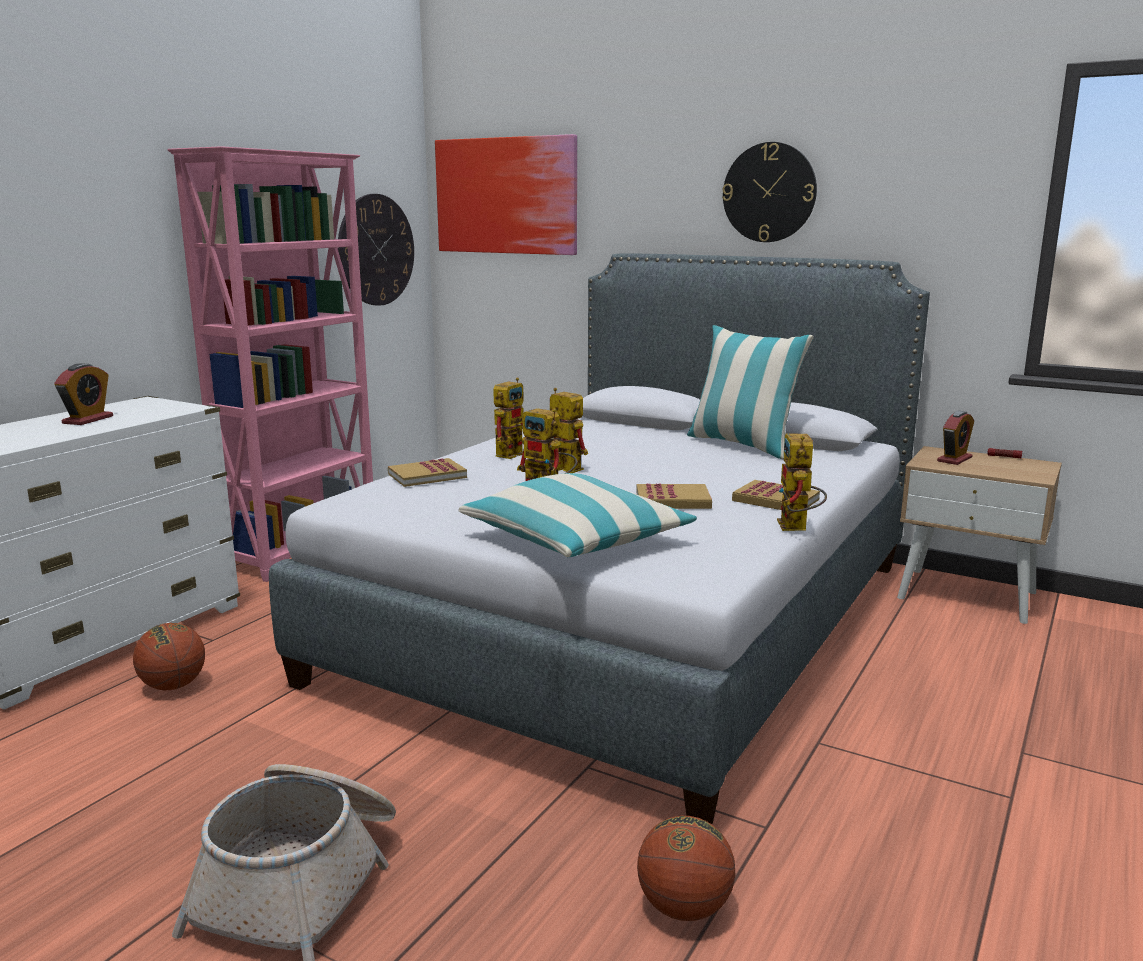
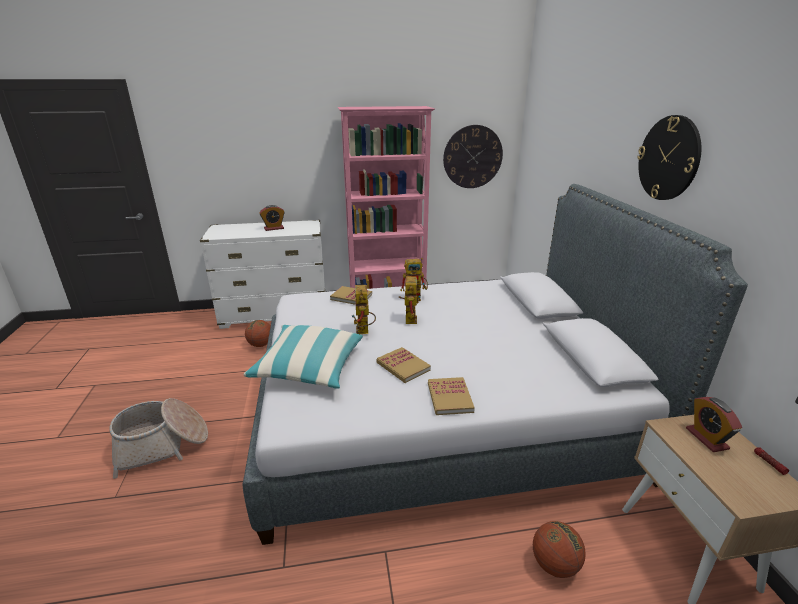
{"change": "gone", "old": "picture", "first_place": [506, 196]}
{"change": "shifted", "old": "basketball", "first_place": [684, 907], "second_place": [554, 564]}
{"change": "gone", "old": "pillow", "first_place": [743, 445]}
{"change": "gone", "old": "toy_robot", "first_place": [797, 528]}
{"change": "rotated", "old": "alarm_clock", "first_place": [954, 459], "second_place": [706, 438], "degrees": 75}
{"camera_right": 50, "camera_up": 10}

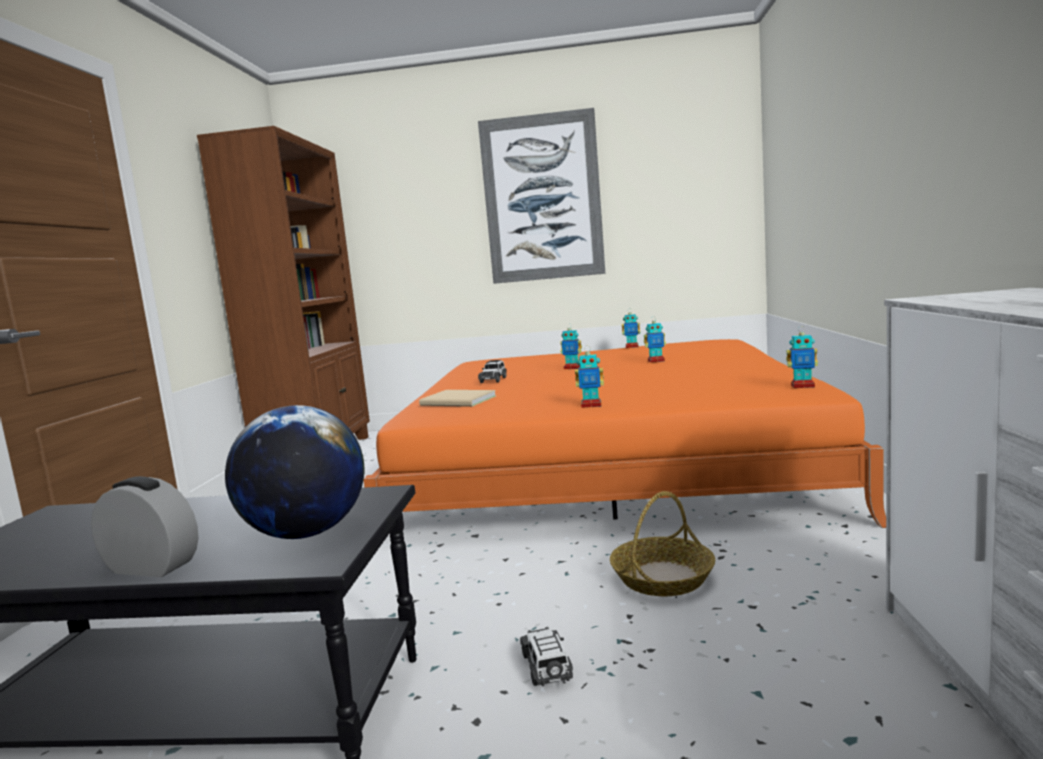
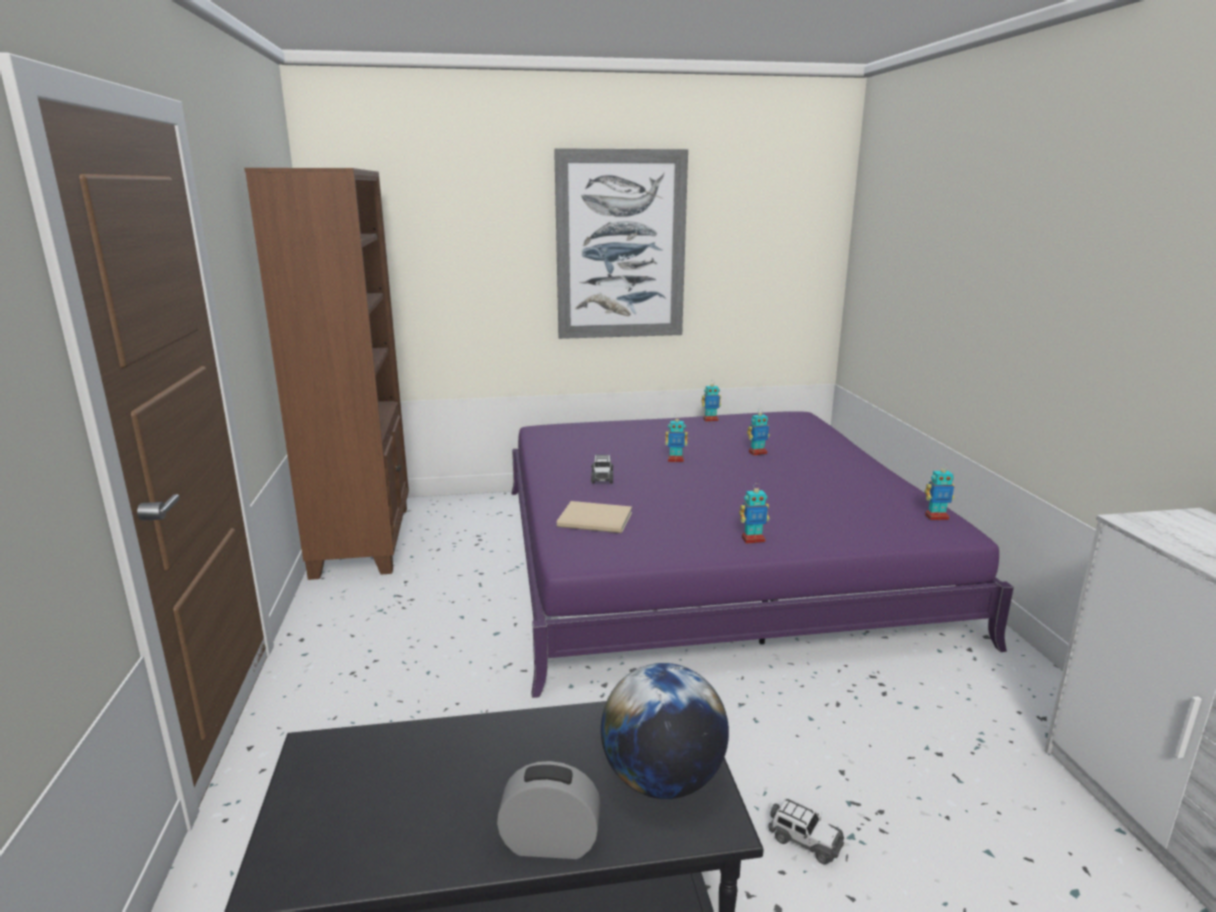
{"change": "repainted", "old": "orange_bed", "new": "purple_bed", "first_place": [607, 460], "second_place": [708, 556]}
{"change": "rotated", "old": "toy_car", "first_place": [547, 668], "second_place": [804, 841], "degrees": 150}
{"change": "gone", "old": "basket", "first_place": [662, 577]}
{"camera_right": -15, "camera_up": 10}

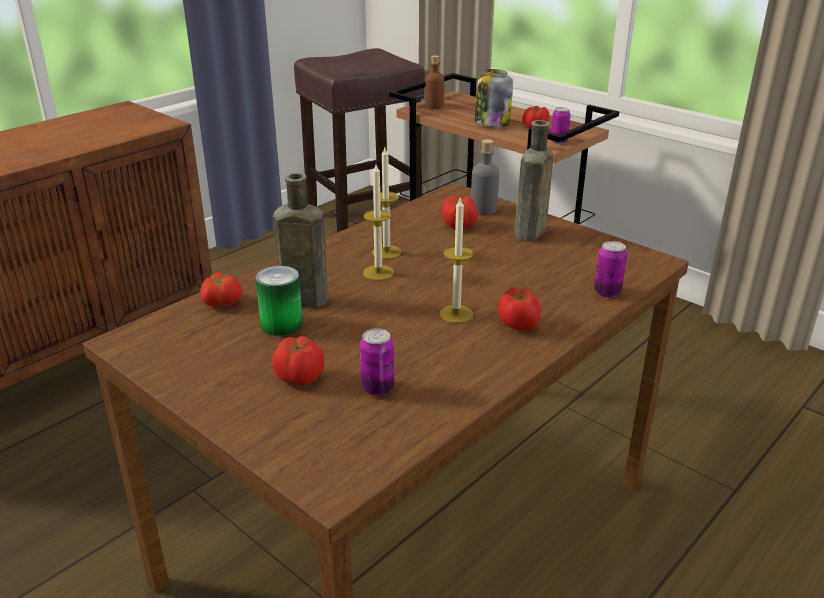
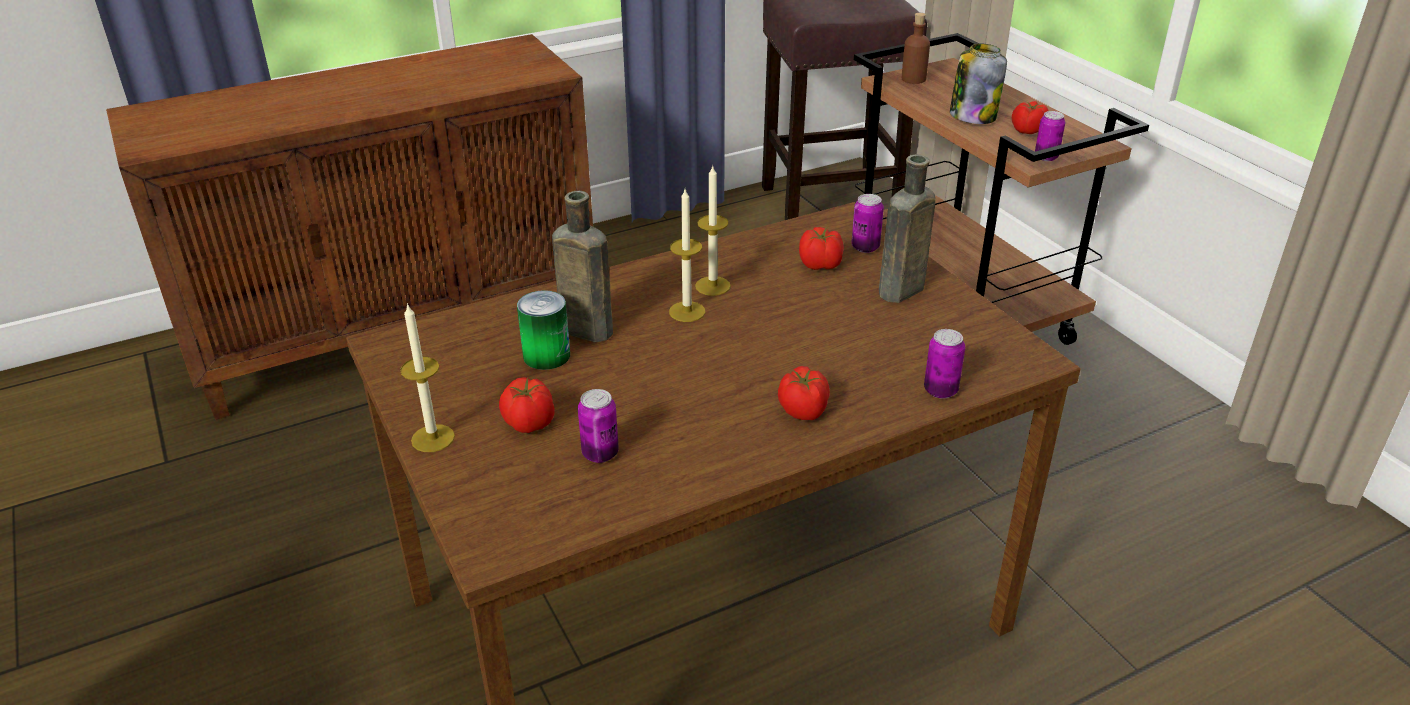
{"change": "gone", "old": "tomato", "first_place": [221, 302]}
{"change": "shifted", "old": "candle", "first_place": [456, 314], "second_place": [433, 438]}
{"change": "swapped", "old": "grey_bottle", "new": "can", "first_place": [483, 209], "second_place": [865, 247]}
{"camera_right": 20, "camera_up": 5}

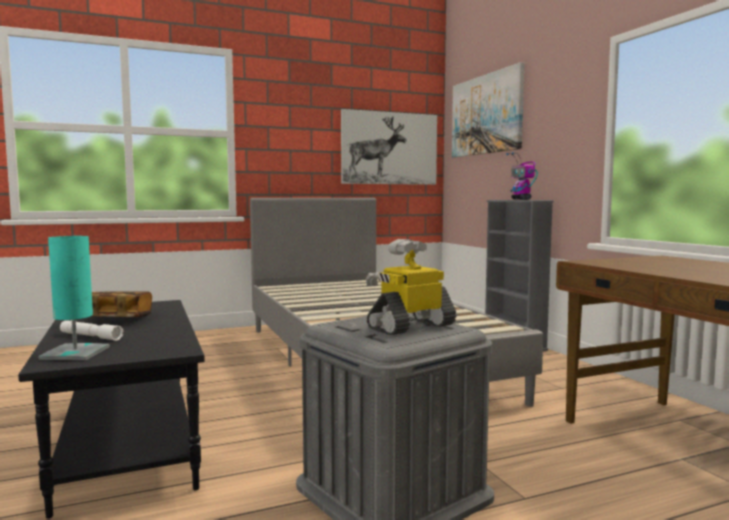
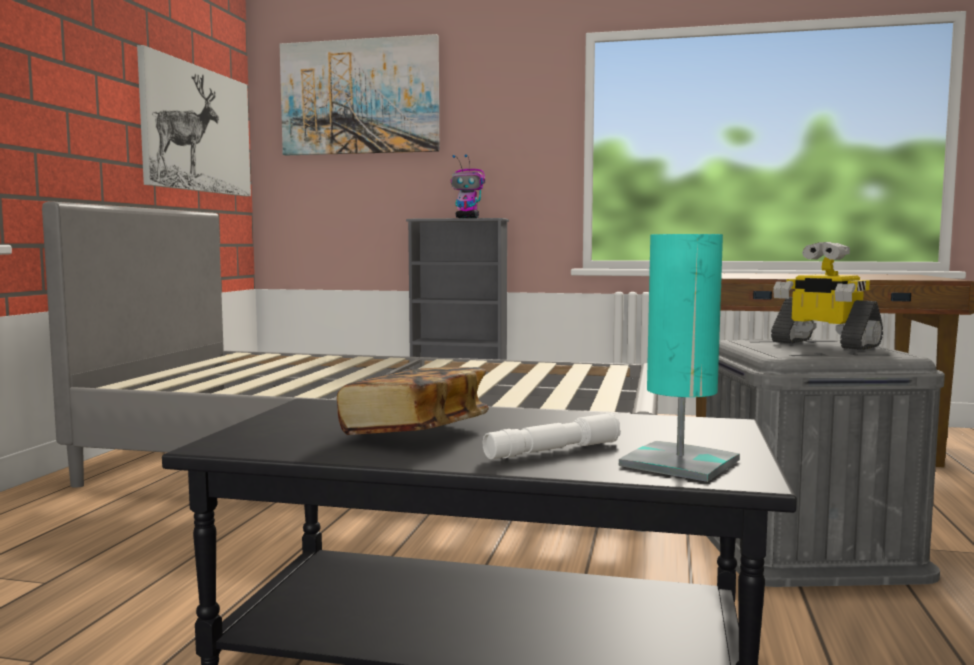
{"change": "rotated", "old": "toy_robot", "first_place": [410, 326], "second_place": [823, 344], "degrees": -45}
{"camera_right": -55, "camera_up": 0}

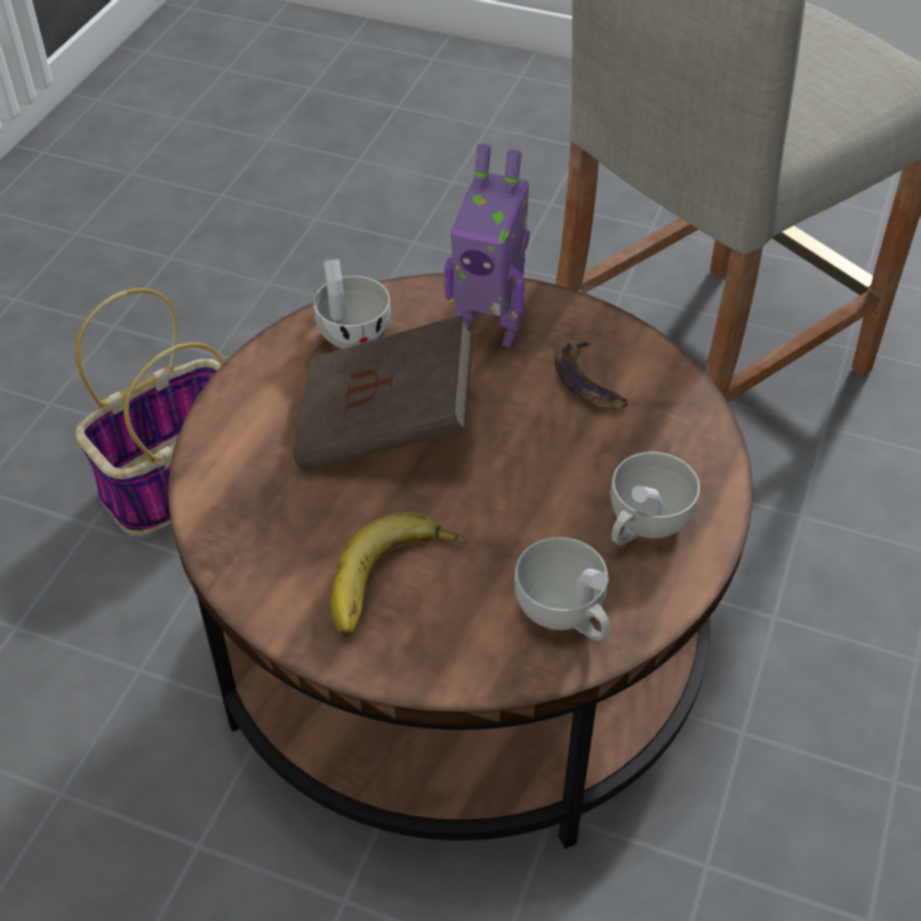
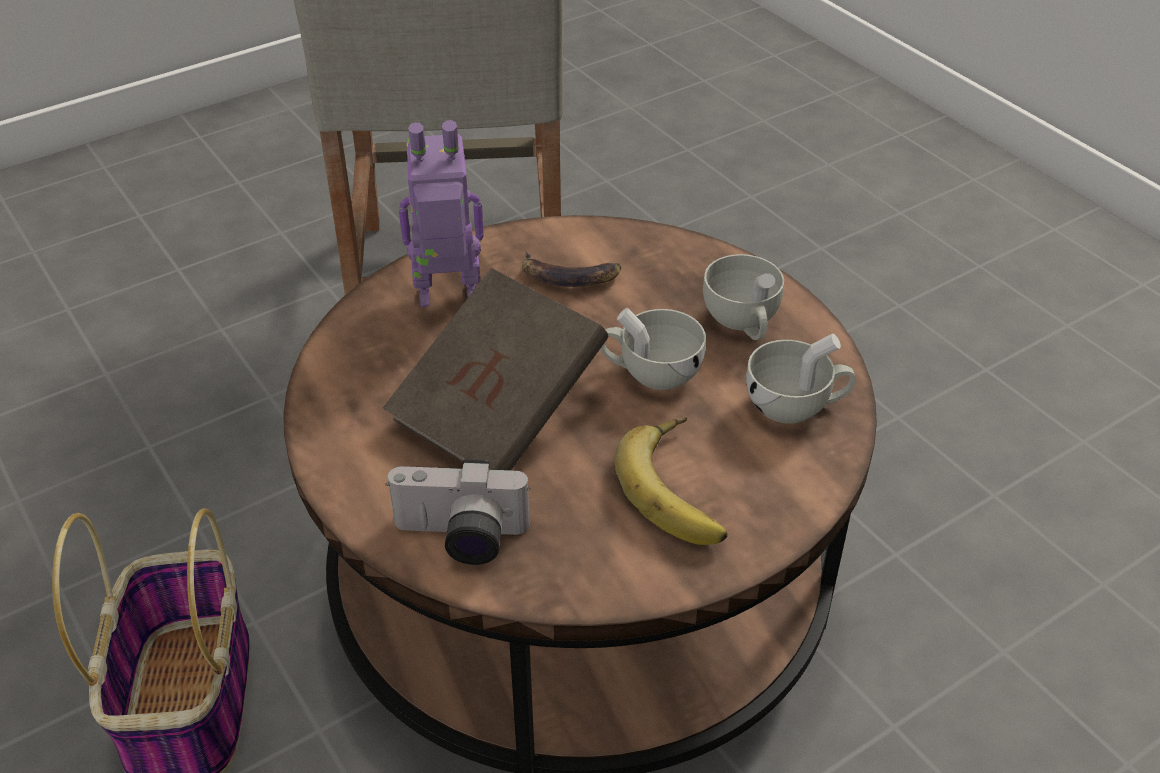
{"change": "shifted", "old": "white_cup", "first_place": [351, 329], "second_place": [651, 372]}
{"change": "rotated", "old": "toy_robot", "first_place": [490, 327], "second_place": [448, 296], "degrees": -150}
{"change": "new", "new": "photo_camera", "second_place": [460, 538]}
{"camera_right": -55, "camera_up": -5}

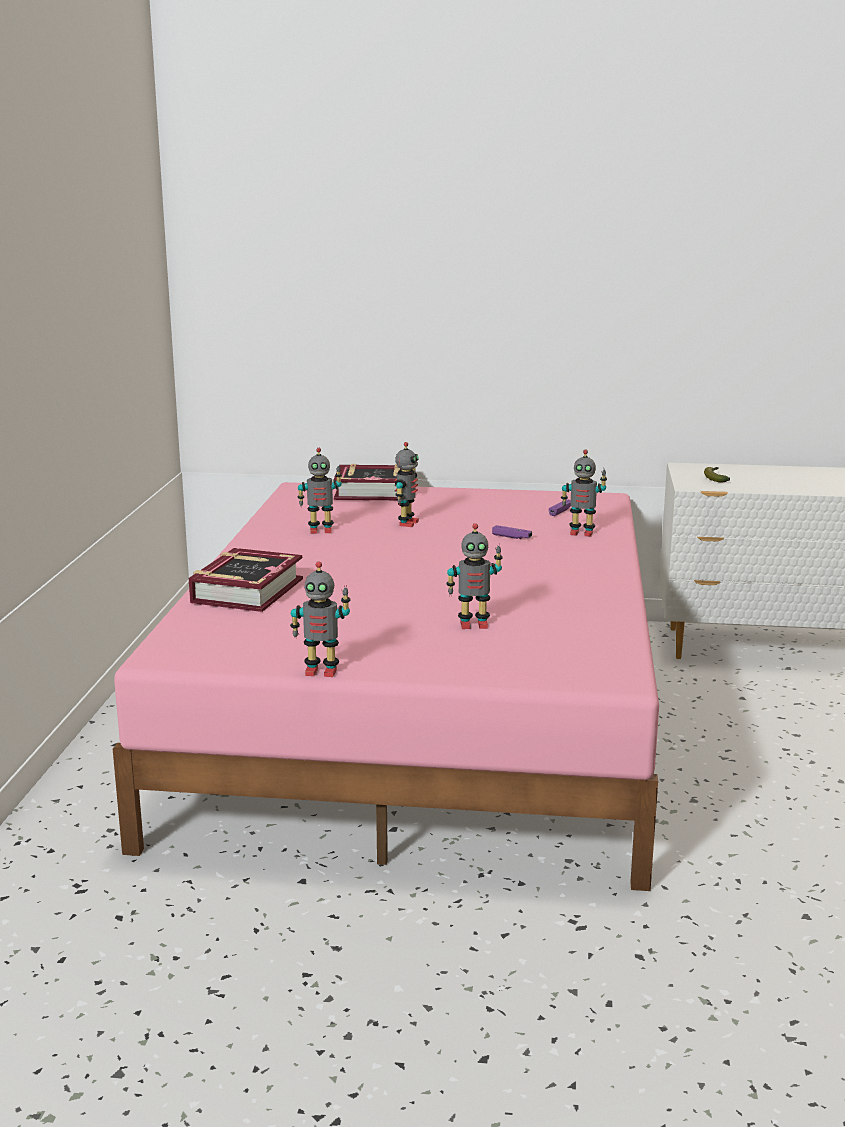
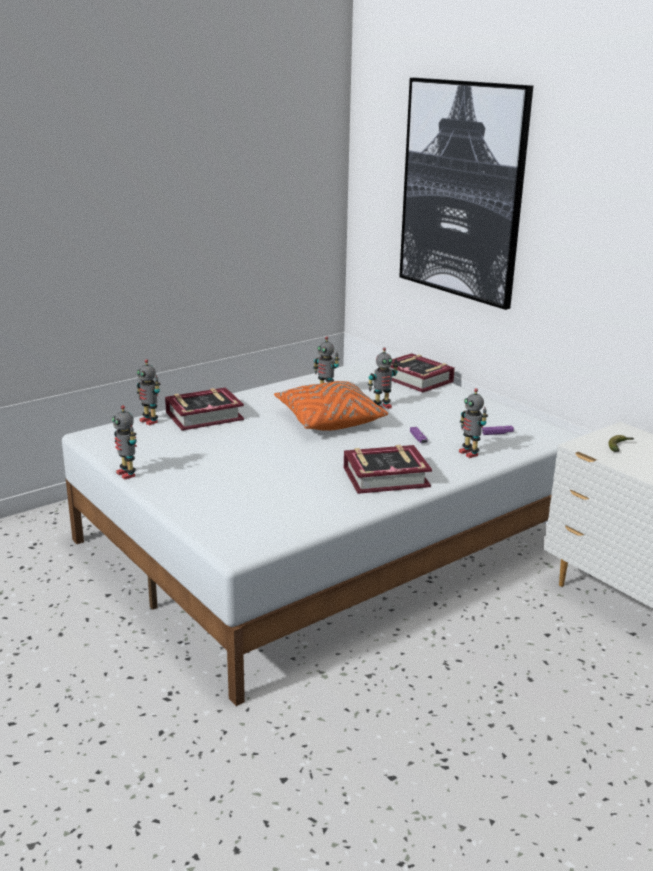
{"change": "repainted", "old": "pink_bed", "new": "white_bed", "first_place": [424, 716], "second_place": [325, 542]}
{"change": "shifted", "old": "toy_robot", "first_place": [473, 624], "second_place": [149, 421]}
{"change": "new", "new": "orange_pillow", "second_place": [328, 420]}
{"change": "new", "new": "book", "second_place": [385, 477]}
{"change": "new", "new": "picture", "second_place": [462, 191]}
{"camera_right": 45, "camera_up": 5}

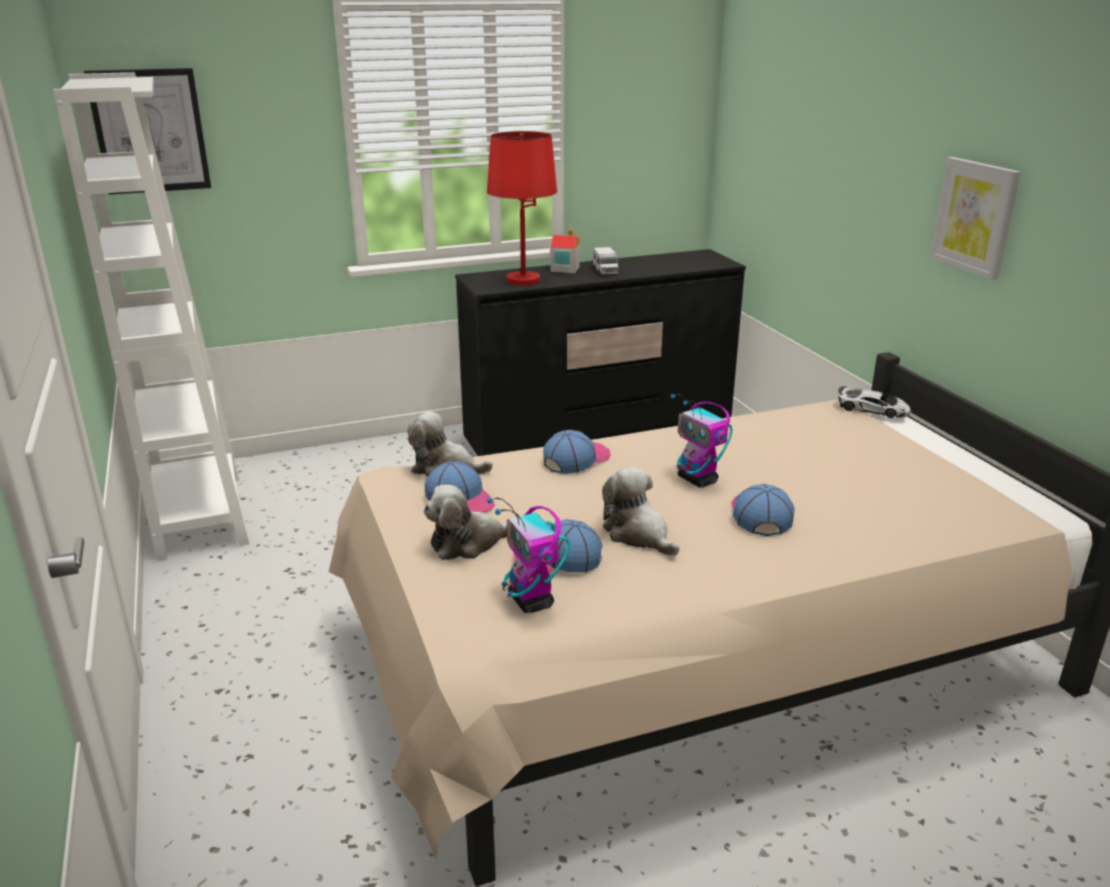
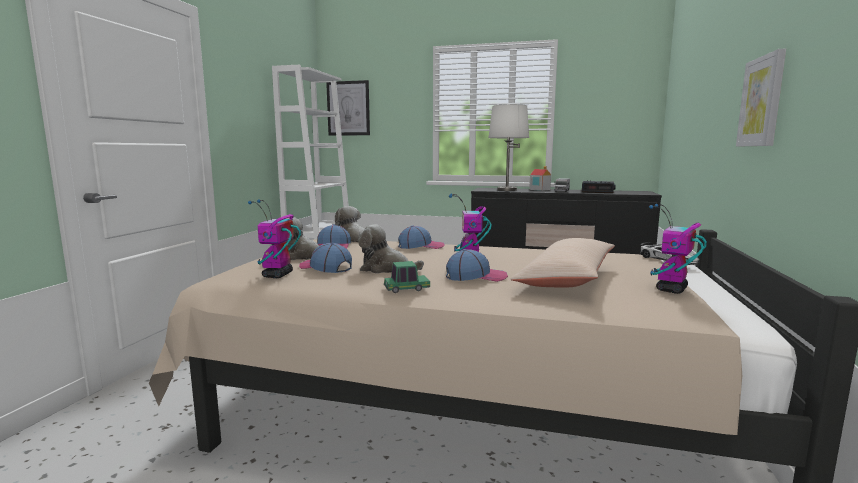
{"change": "repainted", "old": "red_table_lamp", "new": "white_table_lamp", "first_place": [523, 280], "second_place": [507, 190]}
{"change": "rotated", "old": "plush_toy", "first_place": [638, 534], "second_place": [386, 269], "degrees": -75}
{"change": "rotated", "old": "cap", "first_place": [760, 514], "second_place": [476, 276], "degrees": 45}
{"change": "new", "new": "toy_car", "second_place": [406, 289]}
{"change": "new", "new": "beige_pillow", "second_place": [566, 278]}
{"change": "new", "new": "alarm_clock", "second_place": [598, 191]}
{"change": "new", "new": "toy_robot", "second_place": [671, 289]}
{"camera_right": 35, "camera_up": -15}

